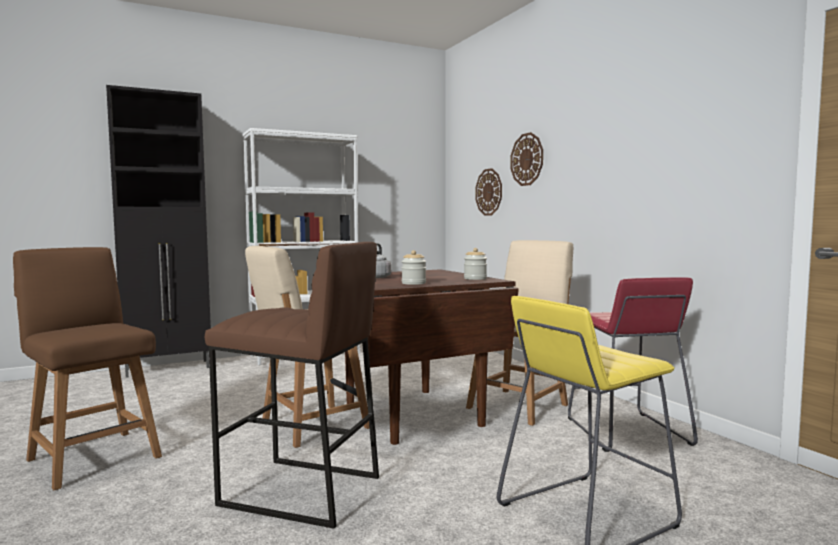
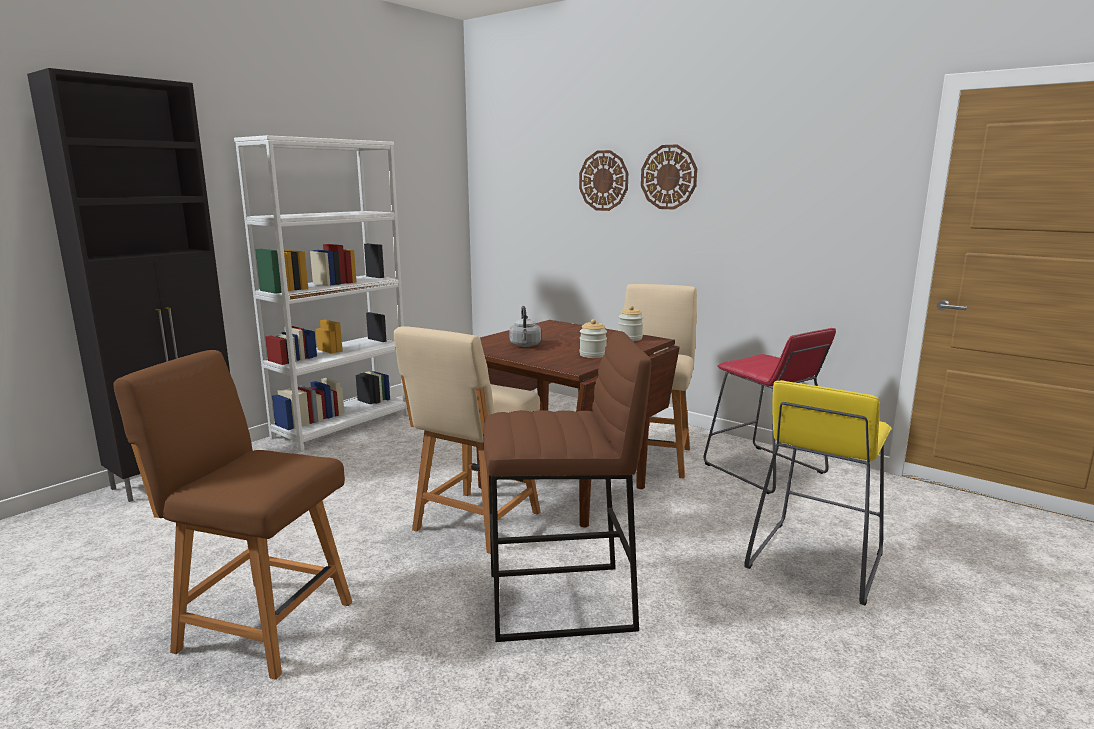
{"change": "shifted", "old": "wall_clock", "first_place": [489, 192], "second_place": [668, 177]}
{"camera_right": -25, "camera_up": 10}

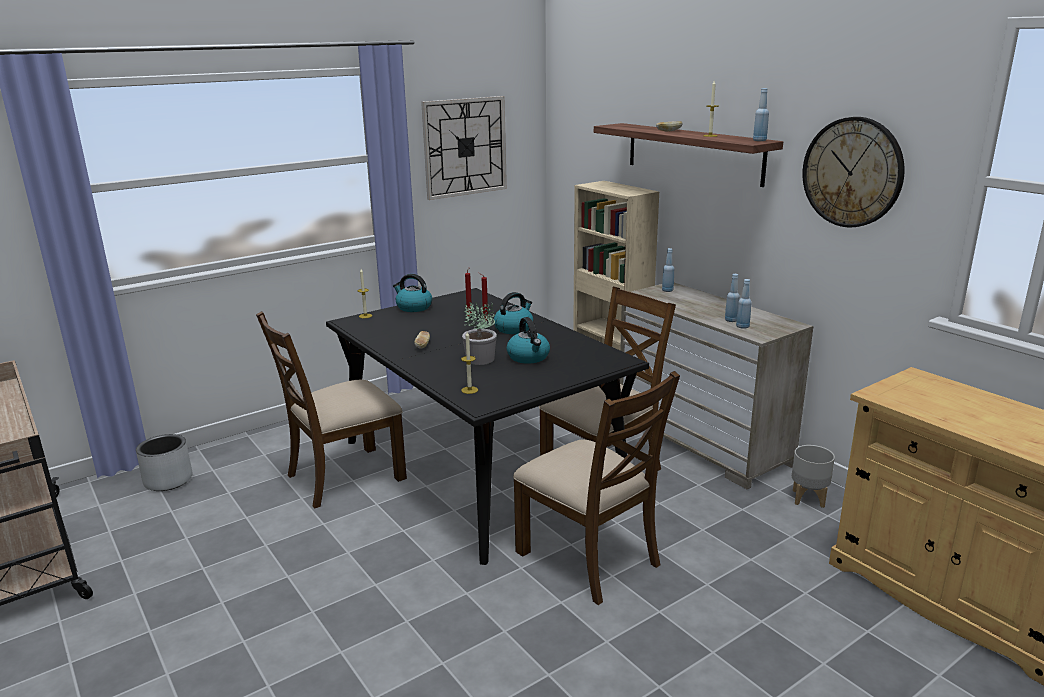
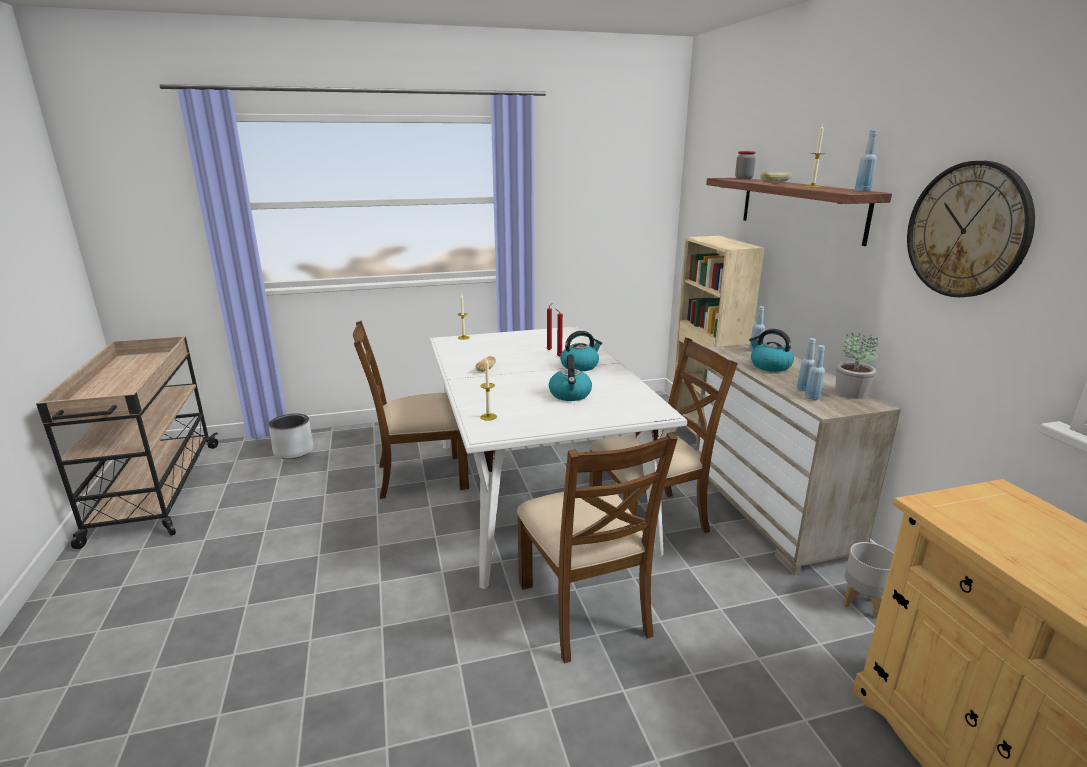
{"change": "repainted", "old": "black_dining_table", "new": "white_dining_table", "first_place": [482, 468], "second_place": [538, 493]}
{"change": "shifted", "old": "kettle", "first_place": [413, 307], "second_place": [769, 366]}
{"change": "gone", "old": "wall_clock", "first_place": [465, 147]}
{"change": "shifted", "old": "potted_plant", "first_place": [480, 359], "second_place": [851, 393]}
{"change": "new", "new": "jar", "second_place": [743, 178]}
{"camera_right": 20, "camera_up": 0}

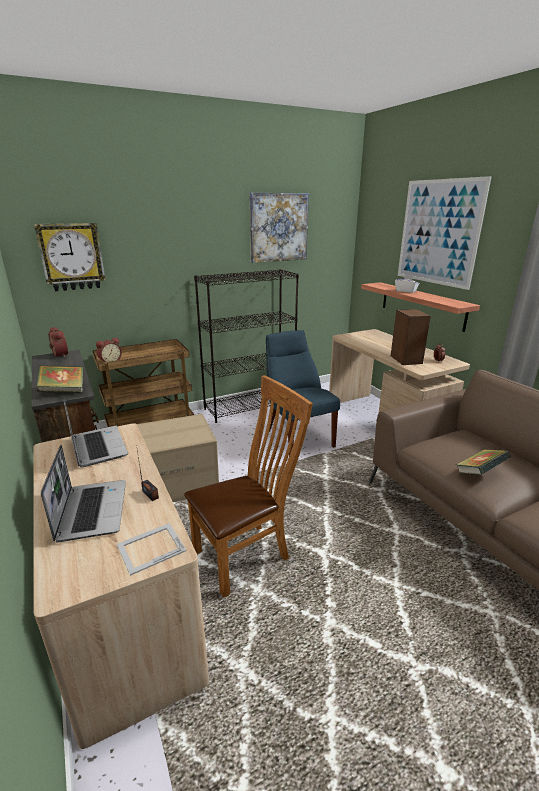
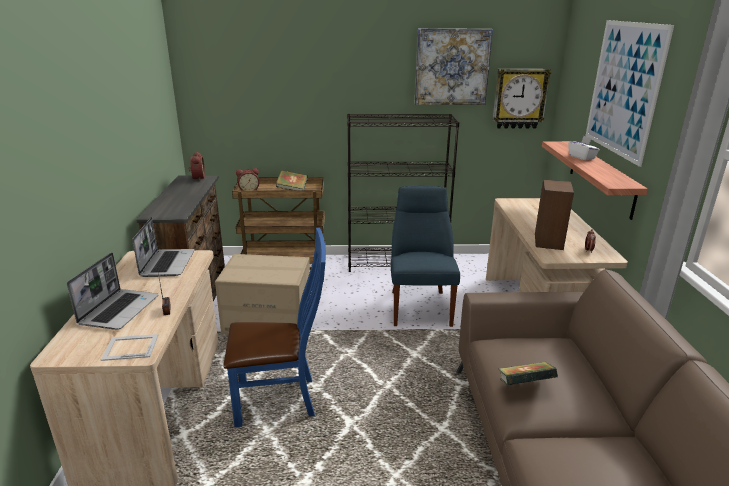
{"change": "shifted", "old": "wall_clock", "first_place": [72, 257], "second_place": [519, 98]}
{"change": "shifted", "old": "book", "first_place": [63, 391], "second_place": [292, 190]}
{"change": "repainted", "old": "brown_chair", "new": "blue_chair", "first_place": [247, 554], "second_place": [281, 400]}
{"camera_right": 25, "camera_up": 0}

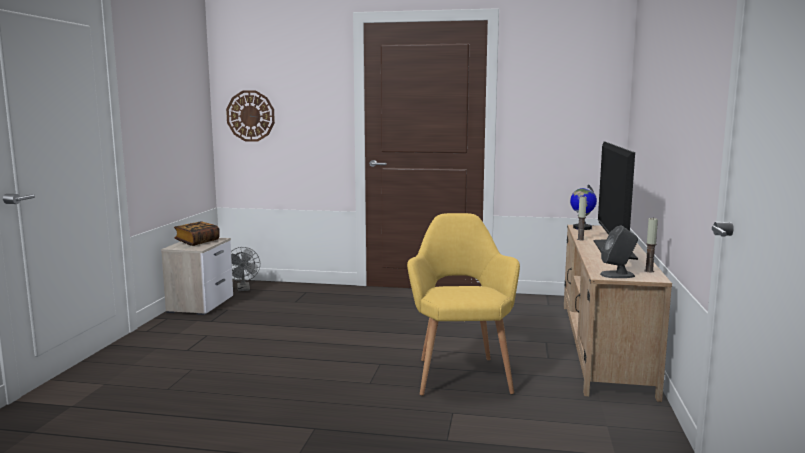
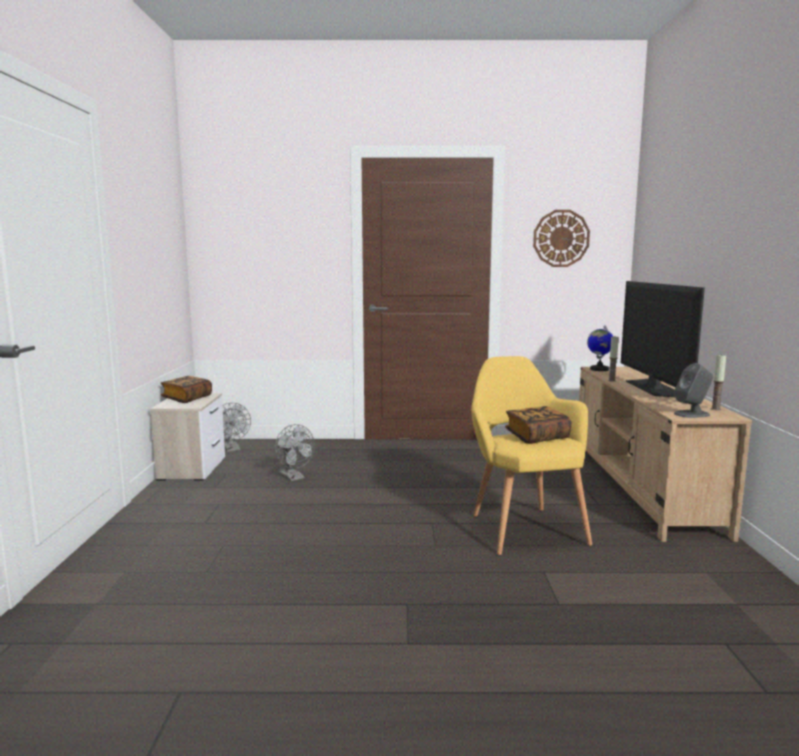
{"change": "shifted", "old": "wall_clock", "first_place": [250, 116], "second_place": [561, 238]}
{"change": "new", "new": "grey_fan", "second_place": [294, 478]}
{"change": "new", "new": "book", "second_place": [537, 437]}
{"camera_right": -10, "camera_up": 0}

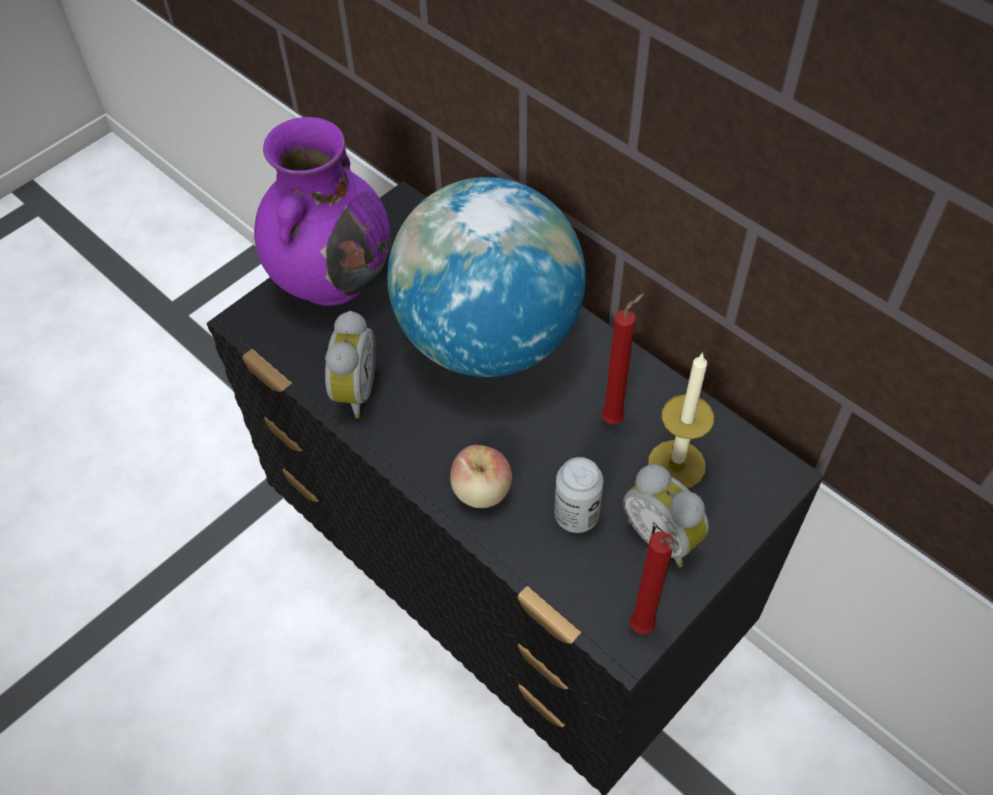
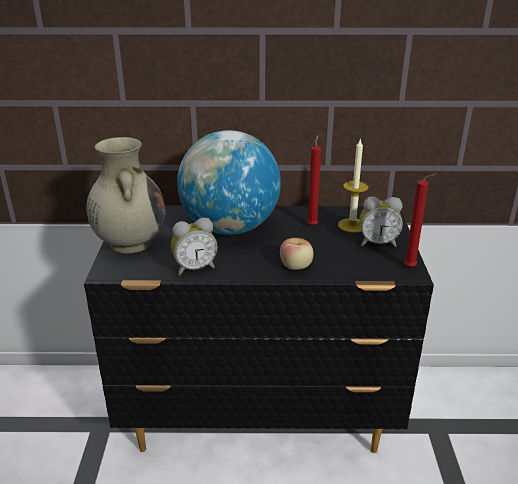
{"change": "repainted", "old": "purple_vase", "new": "beige_vase", "first_place": [332, 277], "second_place": [130, 242]}
{"change": "rotated", "old": "alarm_clock", "first_place": [352, 391], "second_place": [194, 268], "degrees": 105}
{"change": "gone", "old": "can", "first_place": [576, 515]}
{"camera_right": -45, "camera_up": -25}

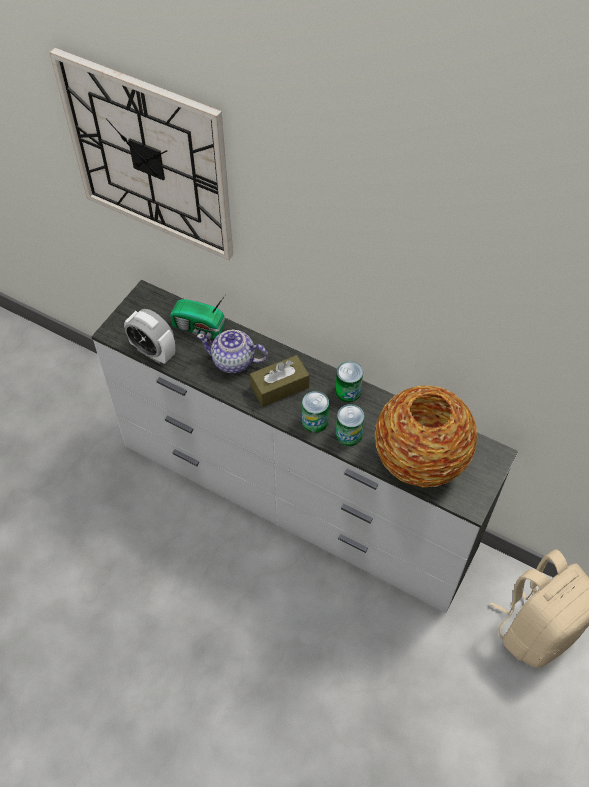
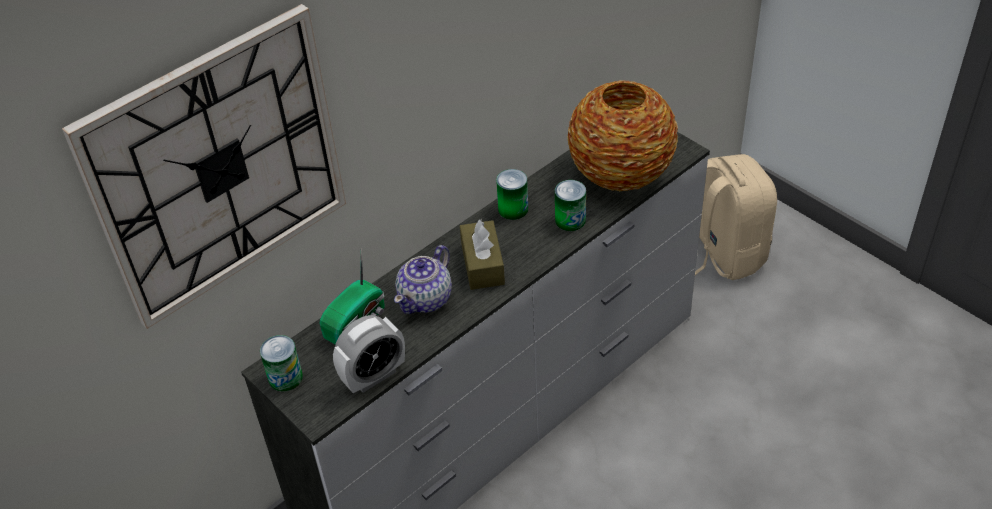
{"change": "shifted", "old": "can", "first_place": [314, 421], "second_place": [285, 377]}
{"camera_right": -70, "camera_up": -10}

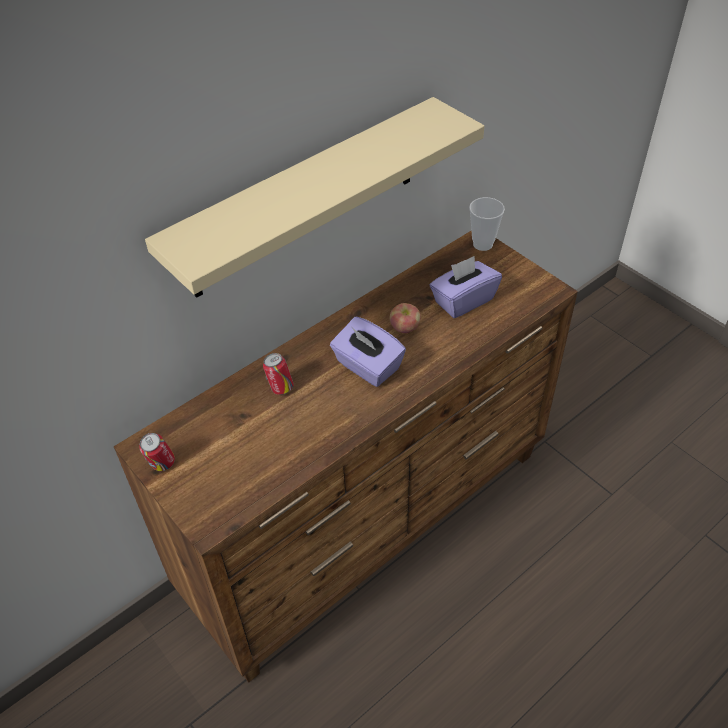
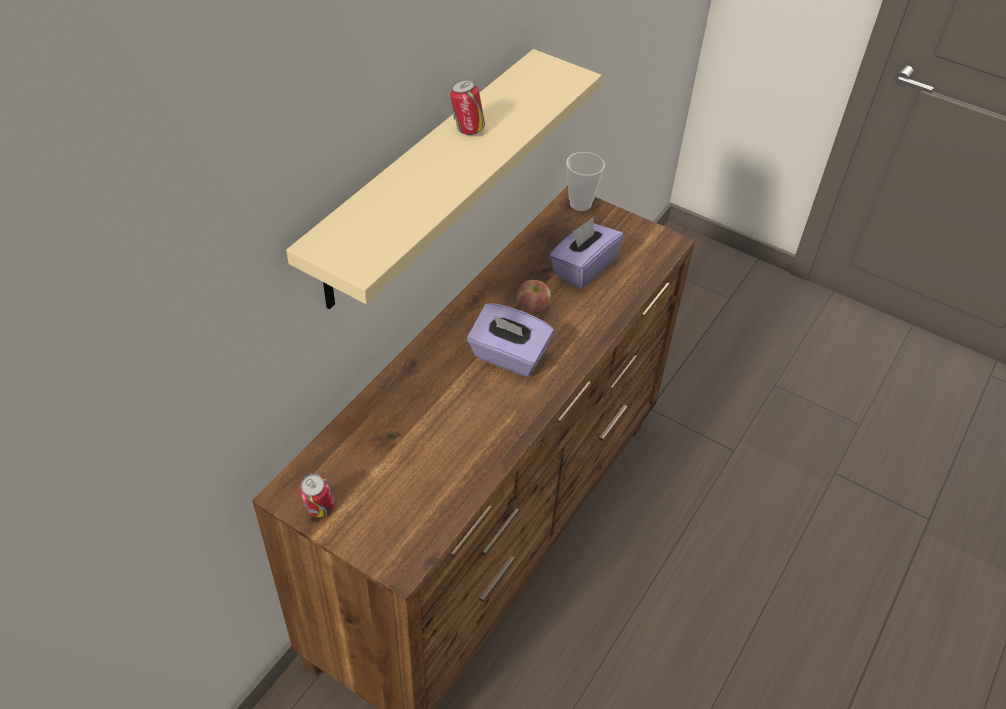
{"change": "shifted", "old": "can", "first_place": [280, 388], "second_place": [467, 130]}
{"camera_right": -20, "camera_up": 0}

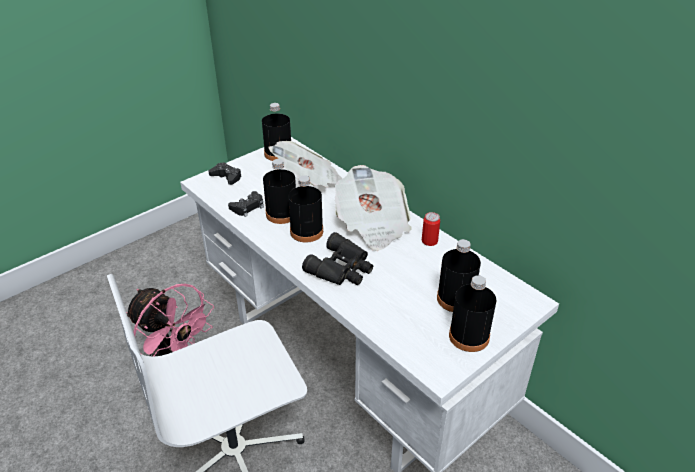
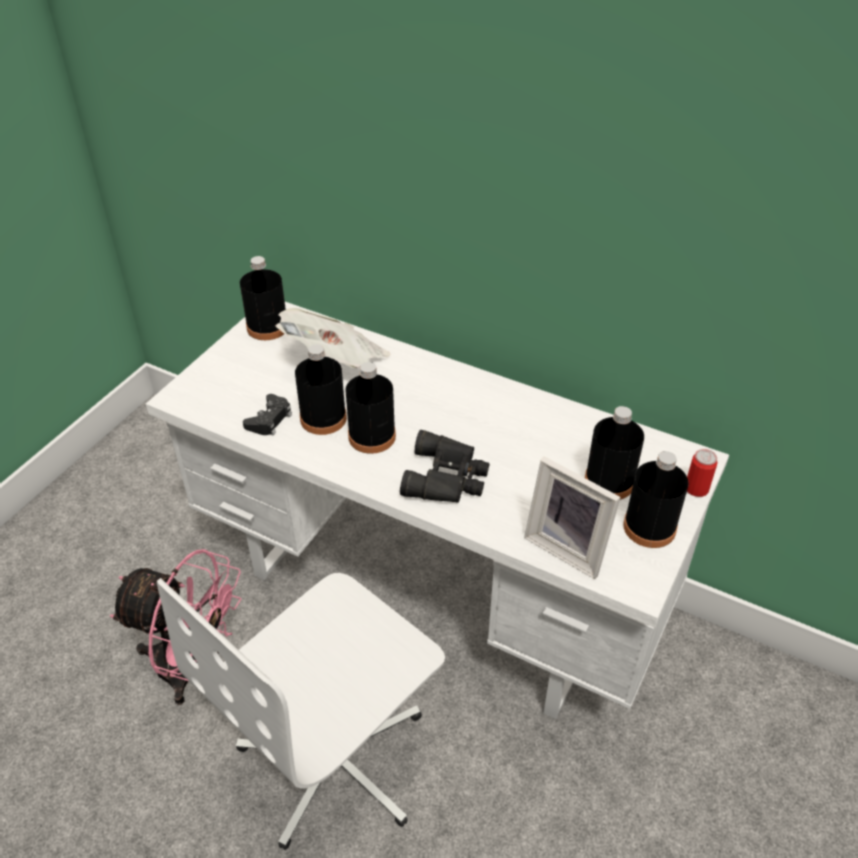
{"change": "gone", "old": "black_game_controller", "first_place": [226, 177]}
{"change": "gone", "old": "newspaper", "first_place": [372, 225]}
{"change": "shifted", "old": "can", "first_place": [429, 241], "second_place": [696, 488]}
{"change": "new", "new": "picture_frame", "second_place": [568, 547]}
{"camera_right": -20, "camera_up": 5}

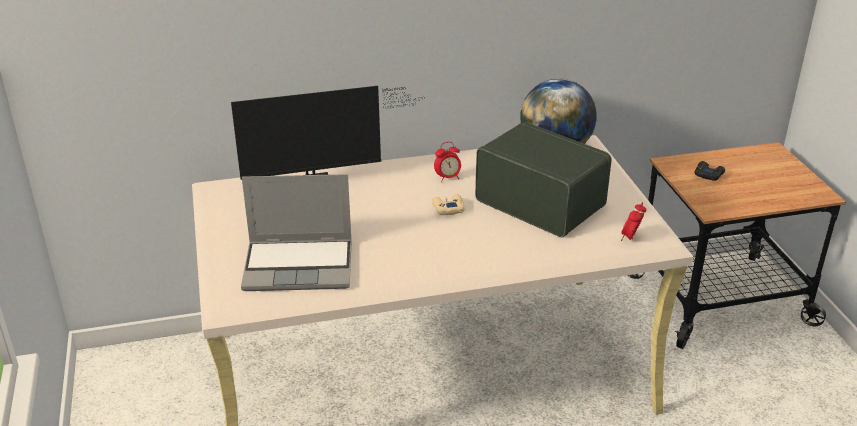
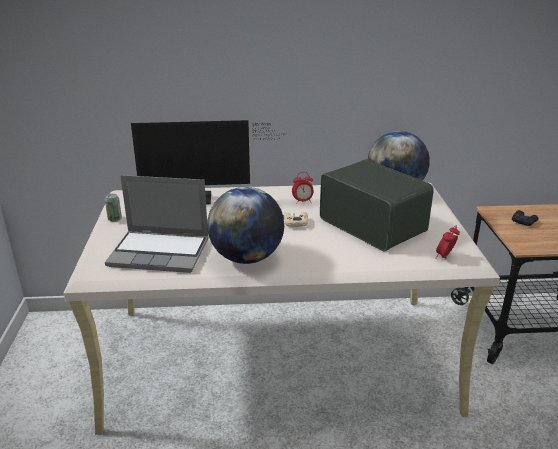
{"change": "new", "new": "can", "second_place": [115, 219]}
{"change": "new", "new": "globe", "second_place": [247, 258]}
{"camera_right": 10, "camera_up": -5}

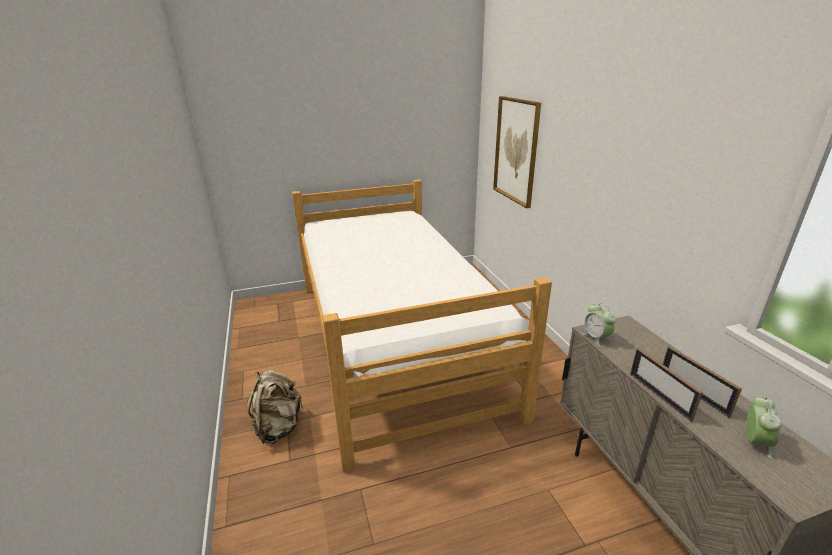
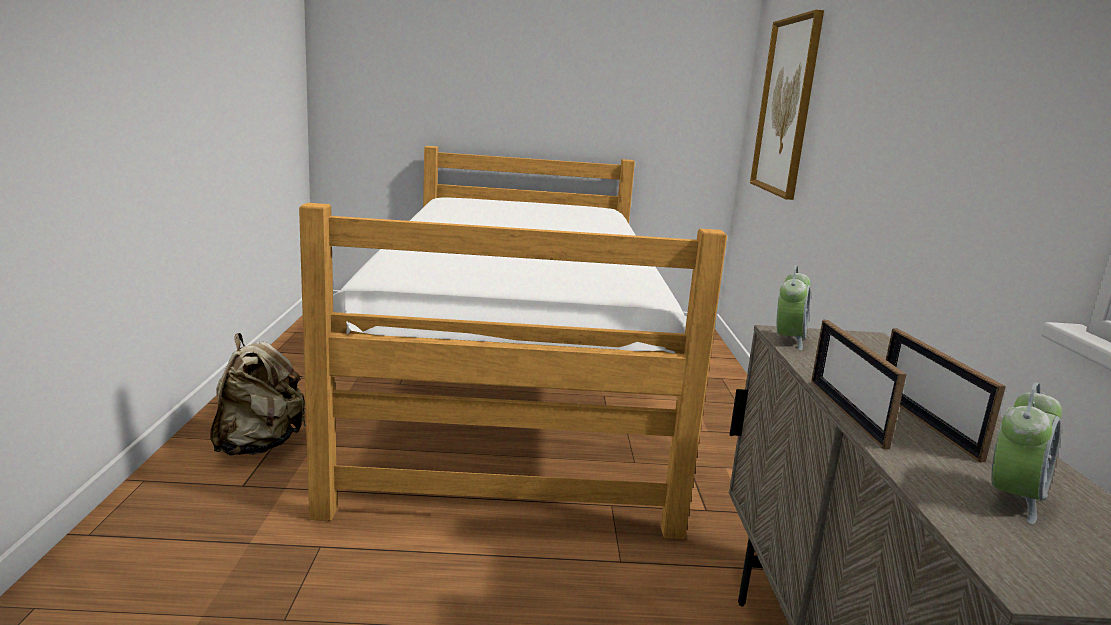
{"change": "rotated", "old": "alarm_clock", "first_place": [596, 338], "second_place": [788, 340], "degrees": -150}
{"camera_right": 15, "camera_up": -10}

